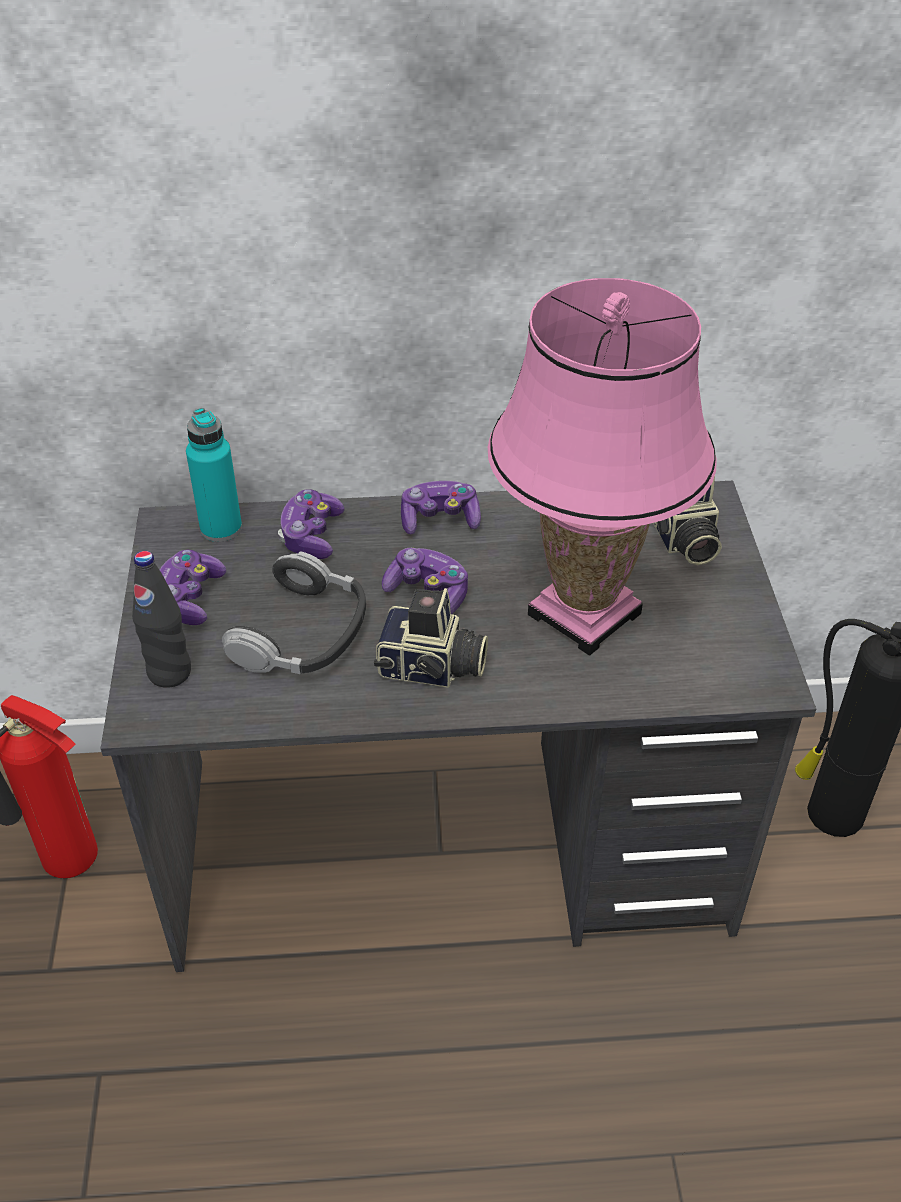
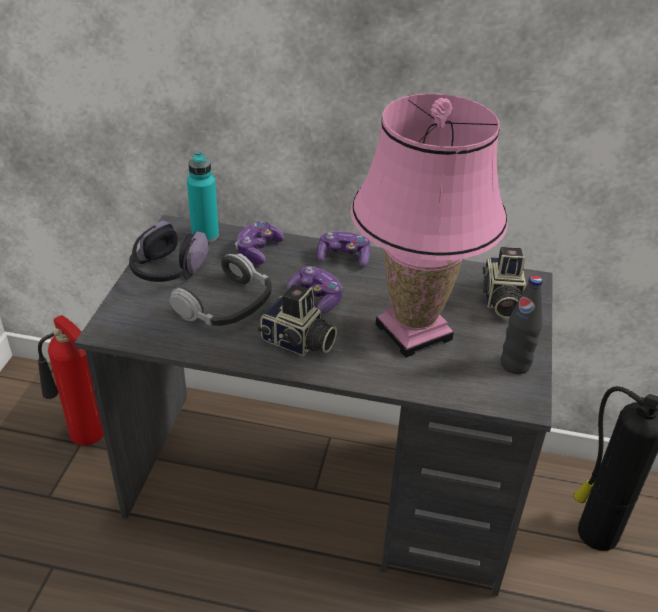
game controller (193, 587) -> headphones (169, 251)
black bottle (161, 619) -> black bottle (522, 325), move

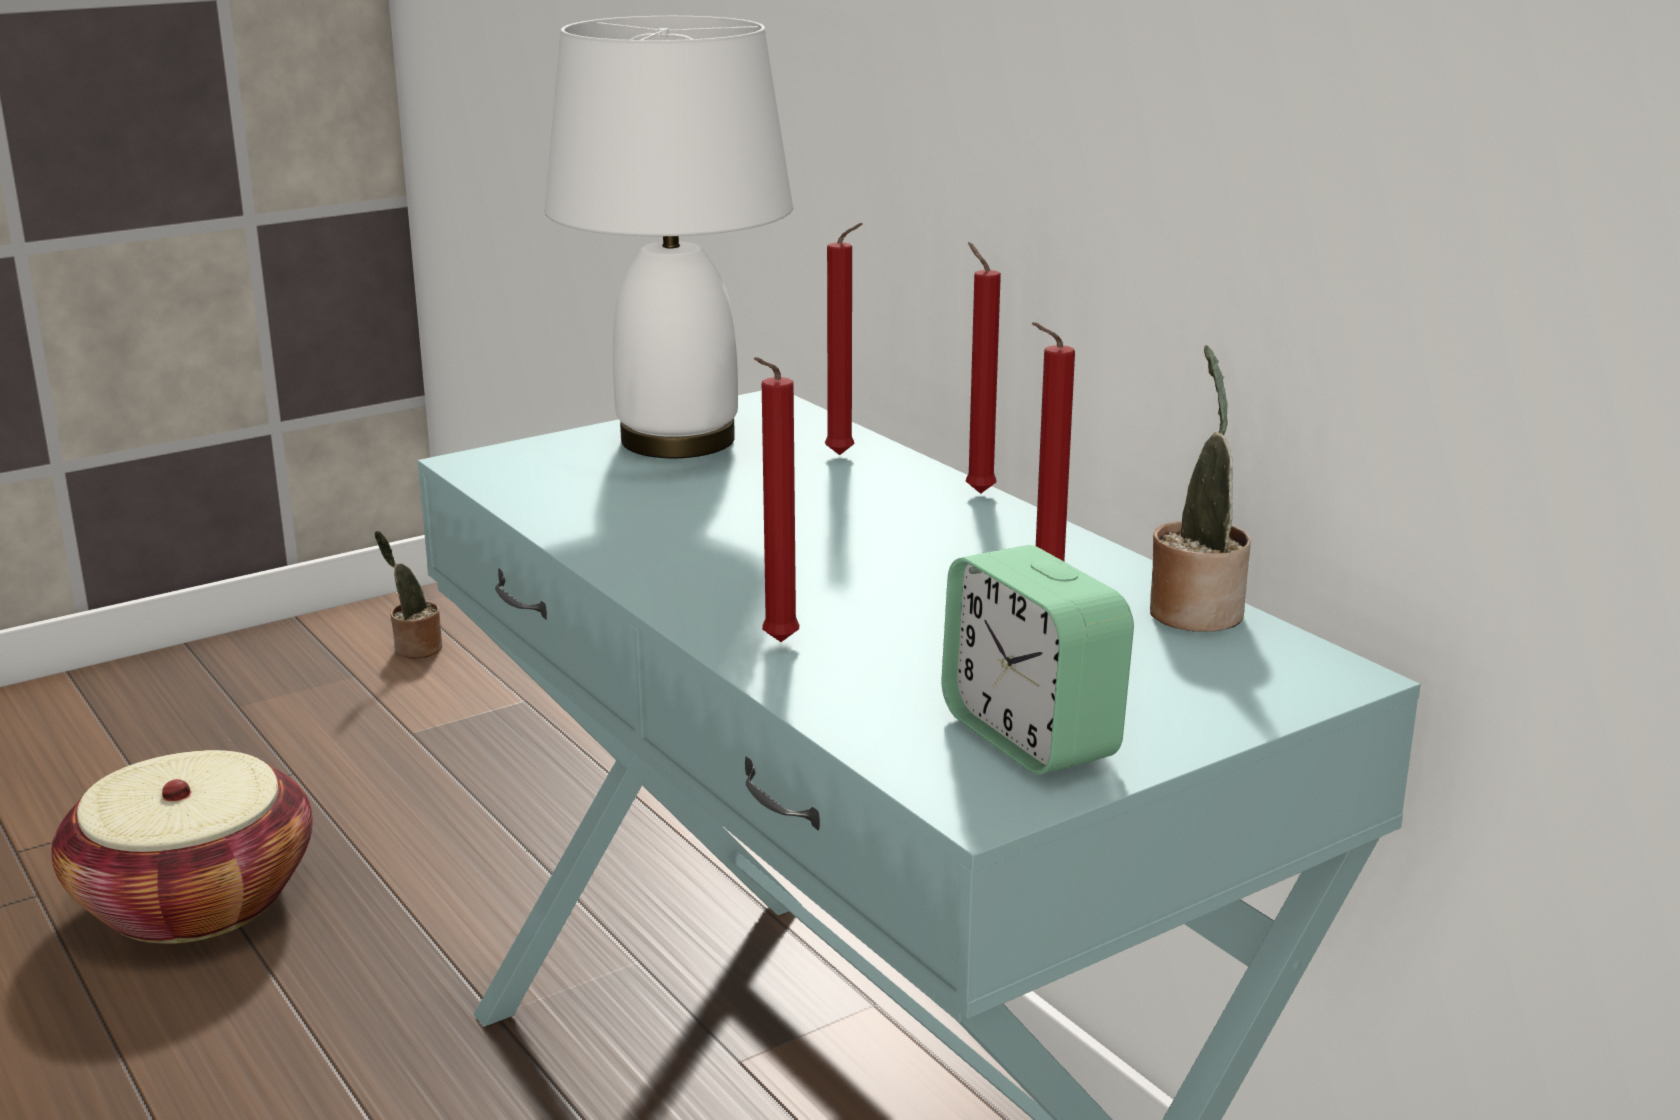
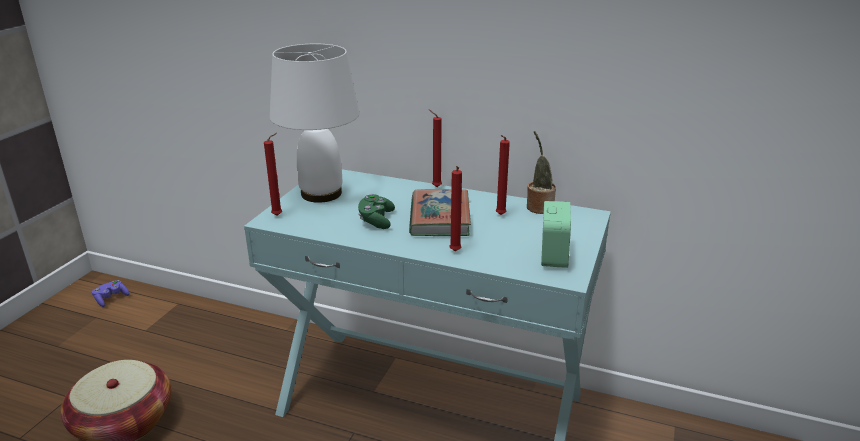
red candle (844, 339) -> red candle (273, 174), move
potted plant (409, 595) -> purple game controller (110, 293)
alarm clock (1038, 660) -> alarm clock (556, 234), 105 degrees counterclockwise
none -> book (440, 212)
none -> green game controller (376, 211)

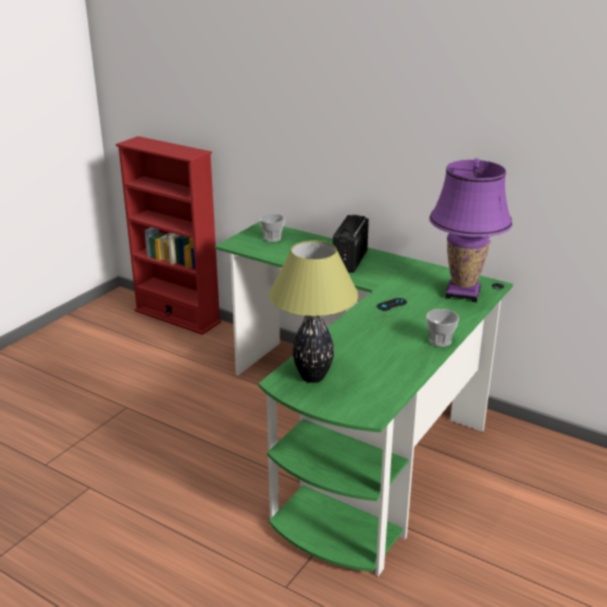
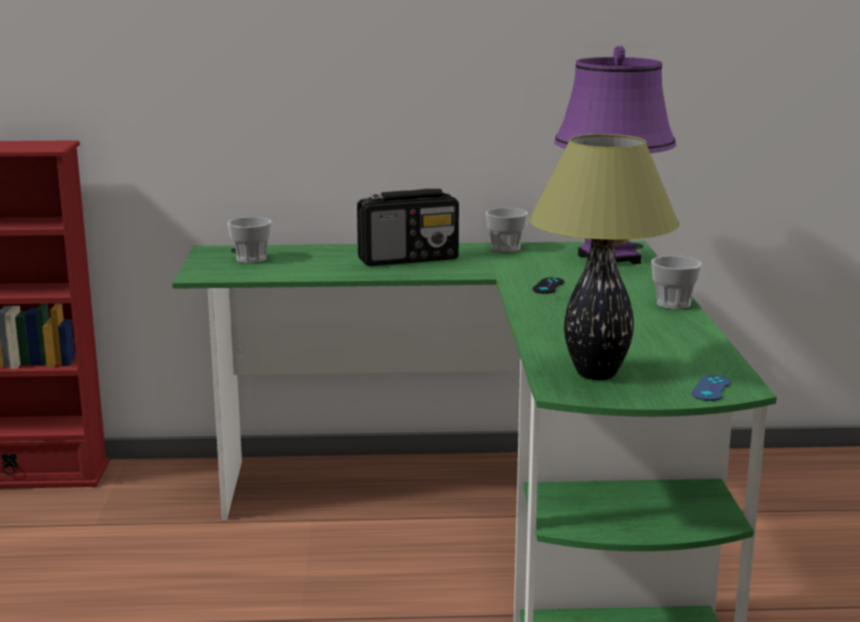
radio (351, 244) -> radio (408, 227), 90 degrees counterclockwise
none -> cup (507, 230)
none -> blue game controller (711, 388)

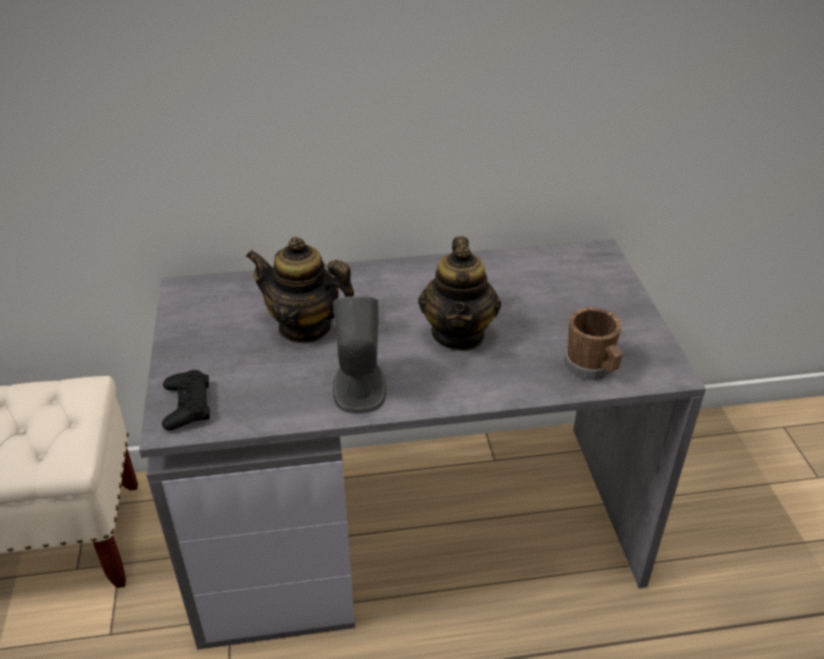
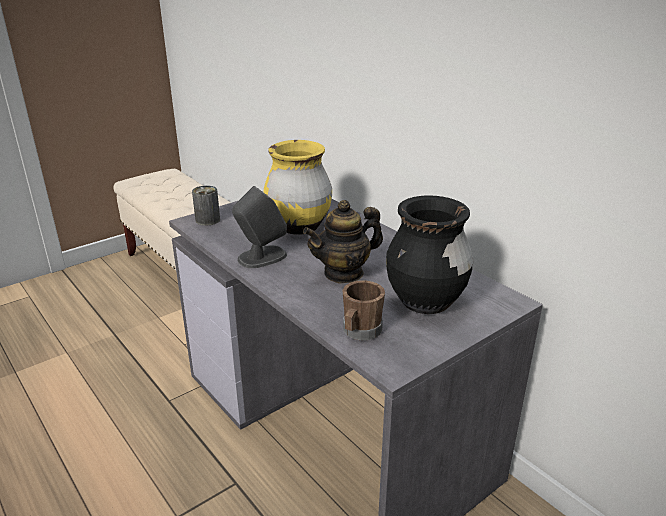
teapot (300, 290) -> yellow vase (298, 187)
black game controller (186, 400) -> can (206, 205)
none -> black vase (429, 255)

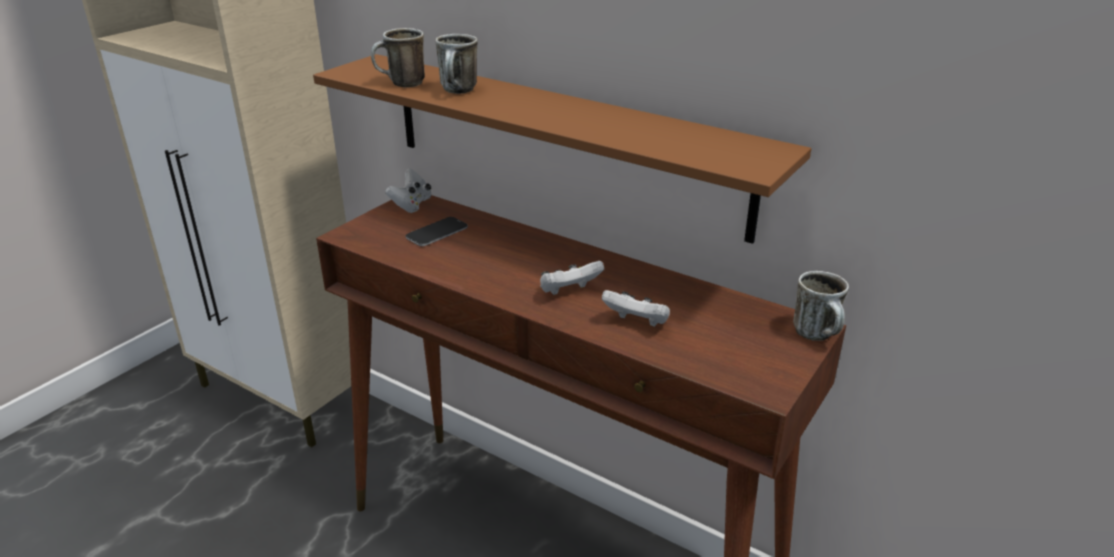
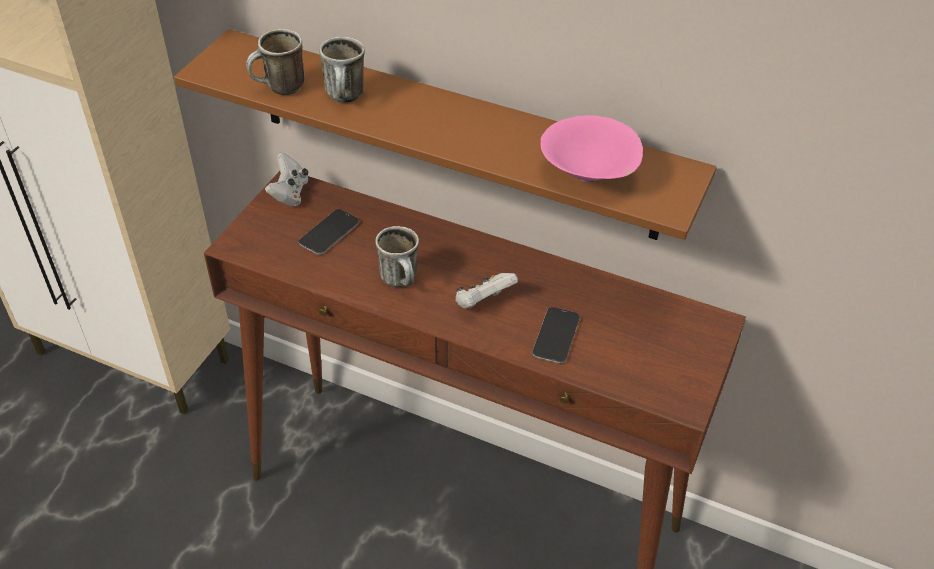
mug (821, 306) -> mug (397, 256), move
white game controller (636, 308) -> phone (556, 335)
none -> pink bowl (592, 148)

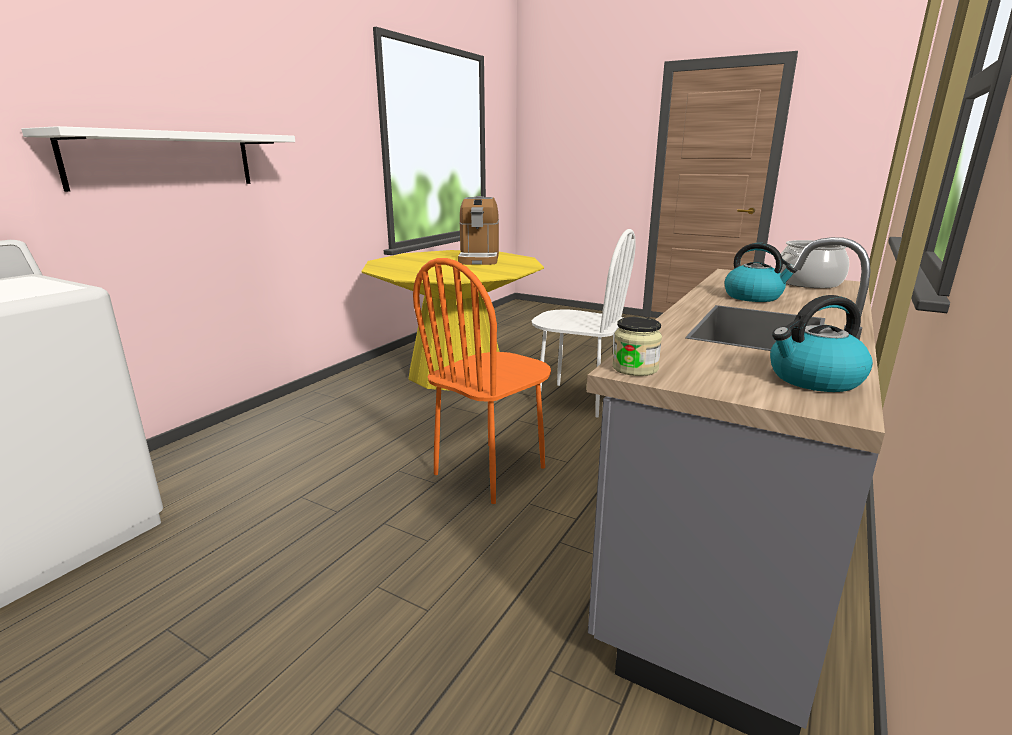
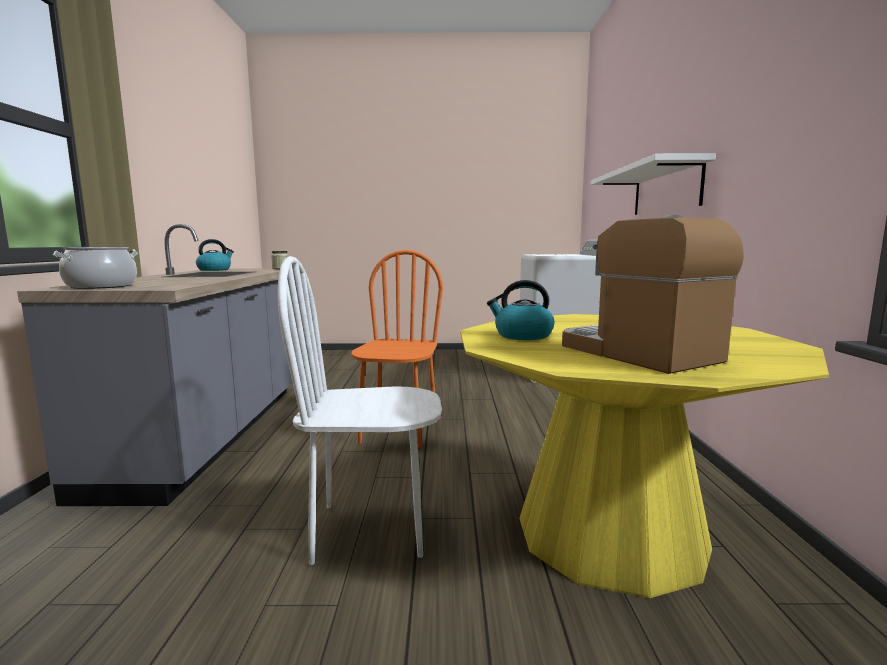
kettle (760, 272) -> kettle (521, 310), move

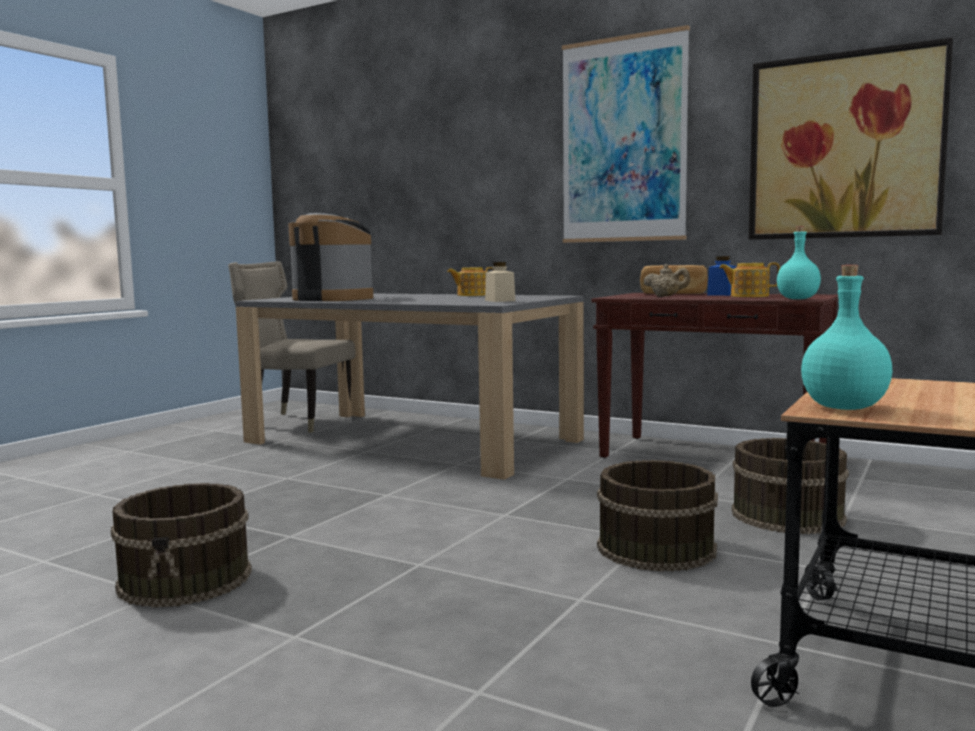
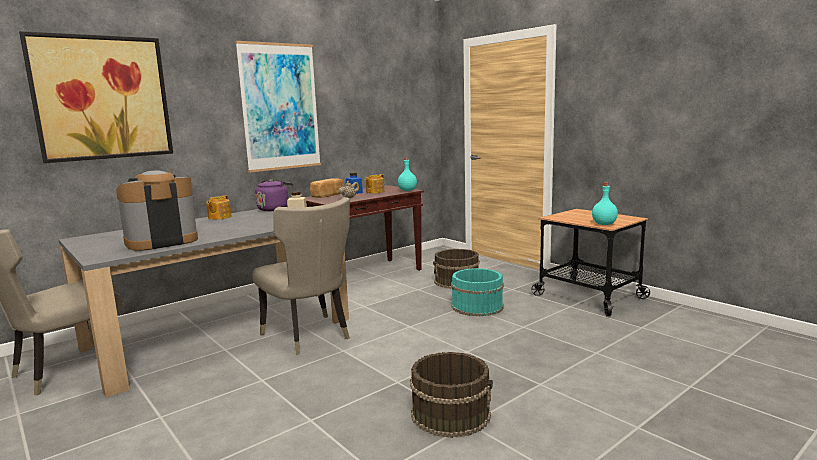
picture (851, 138) -> picture (96, 97), move
brown bucket (657, 516) -> turquoise bucket (477, 292)
none -> purple kettle (274, 195)
none -> beige chair (301, 276)

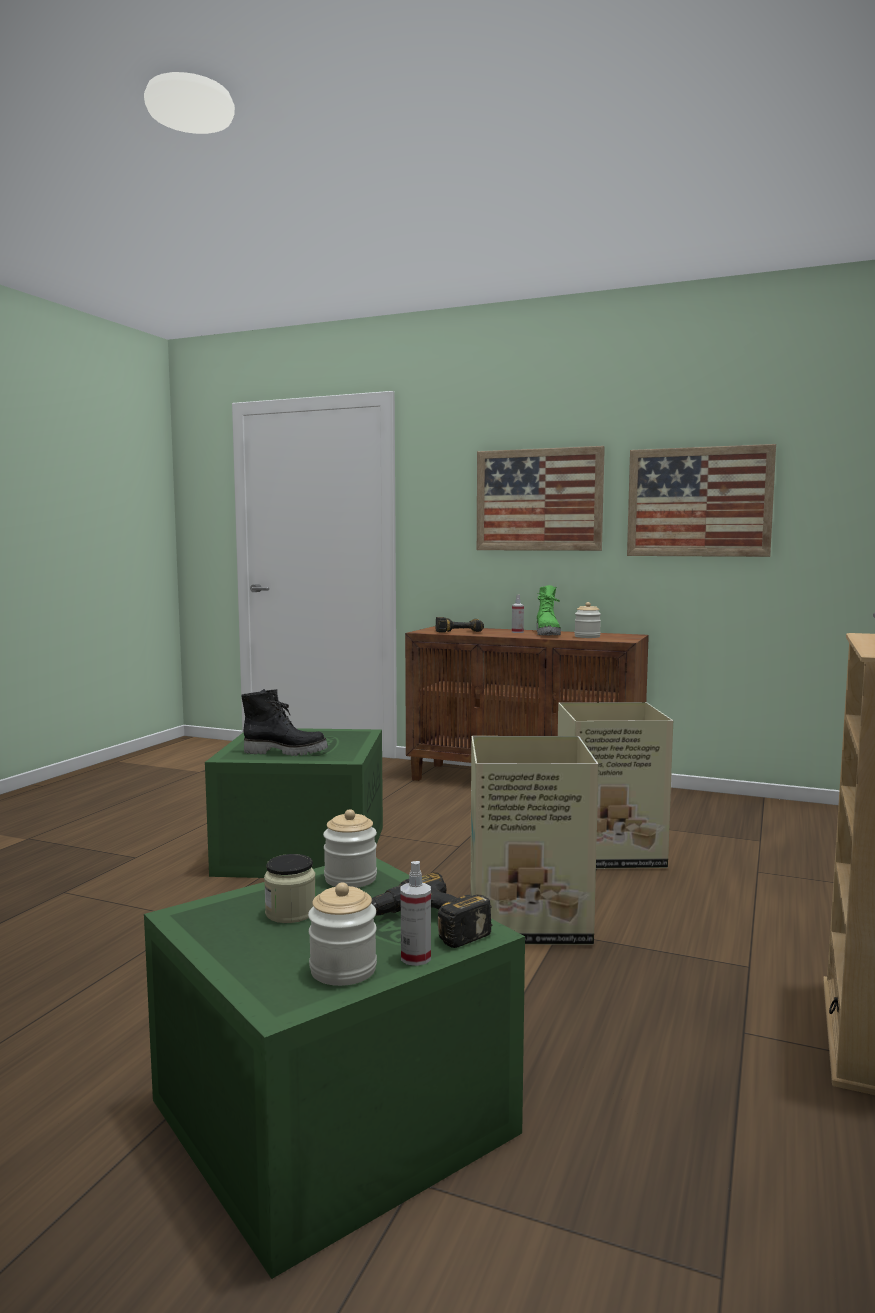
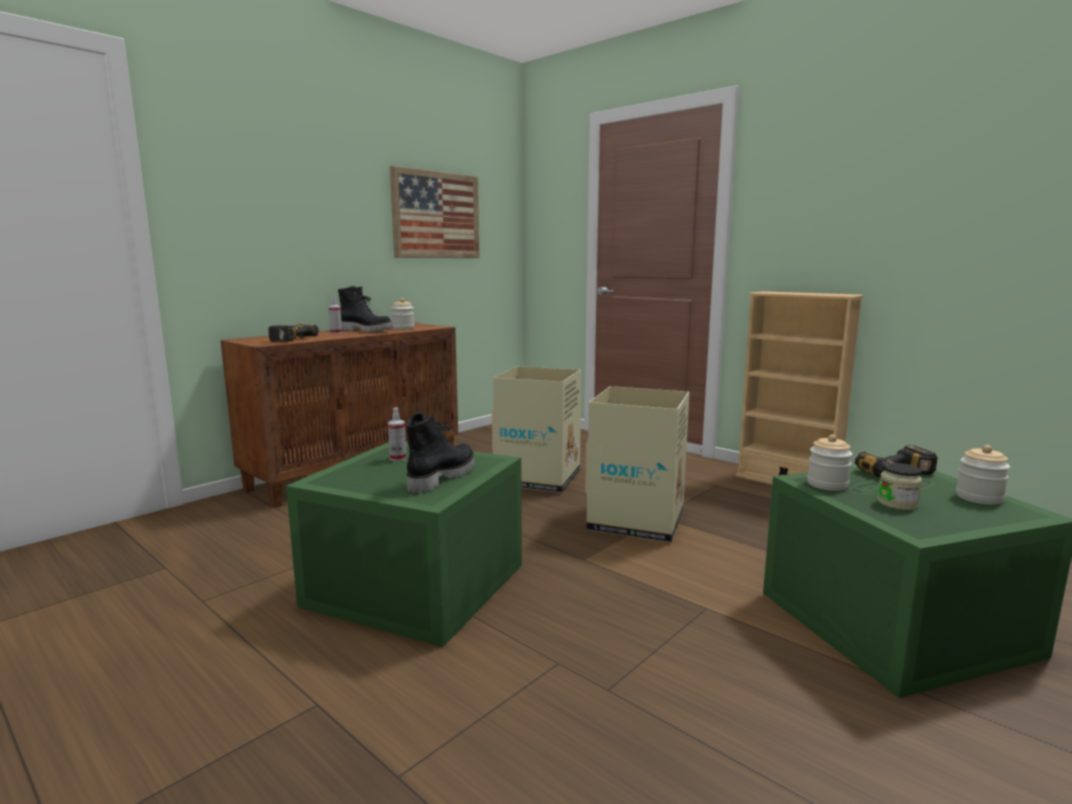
picture (541, 498) -> none
green boot (549, 610) -> black boot (365, 309)
spray bottle (416, 913) -> spray bottle (397, 434), move

